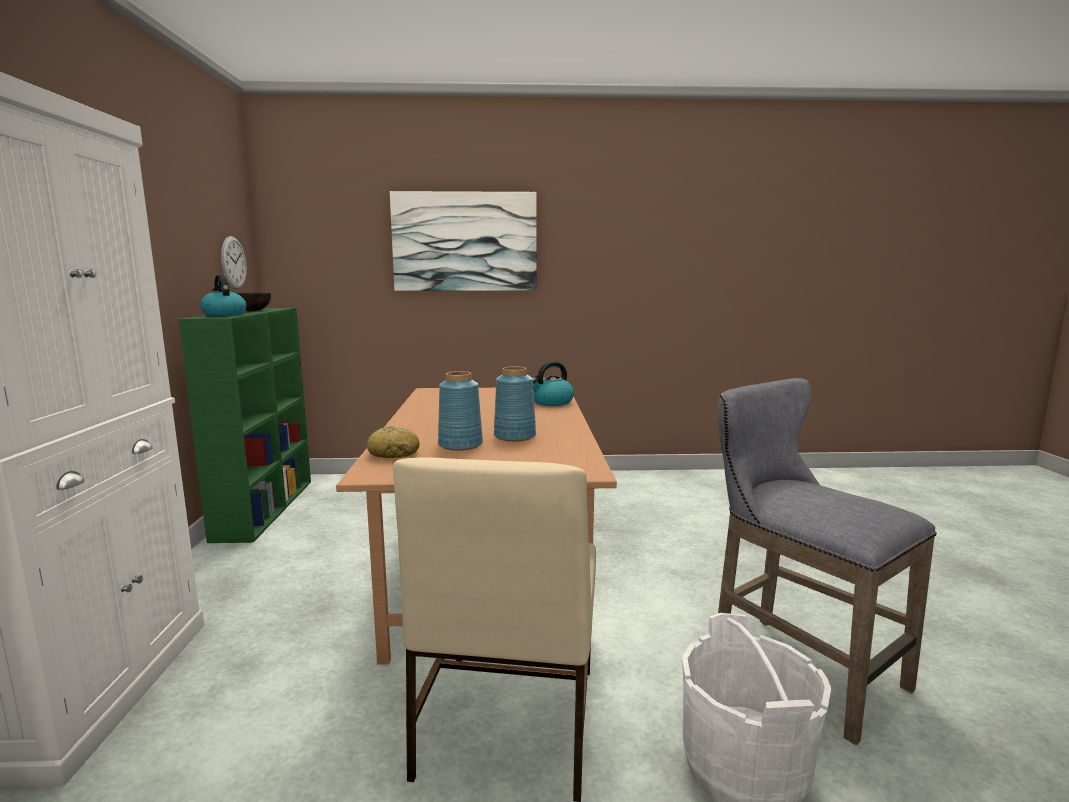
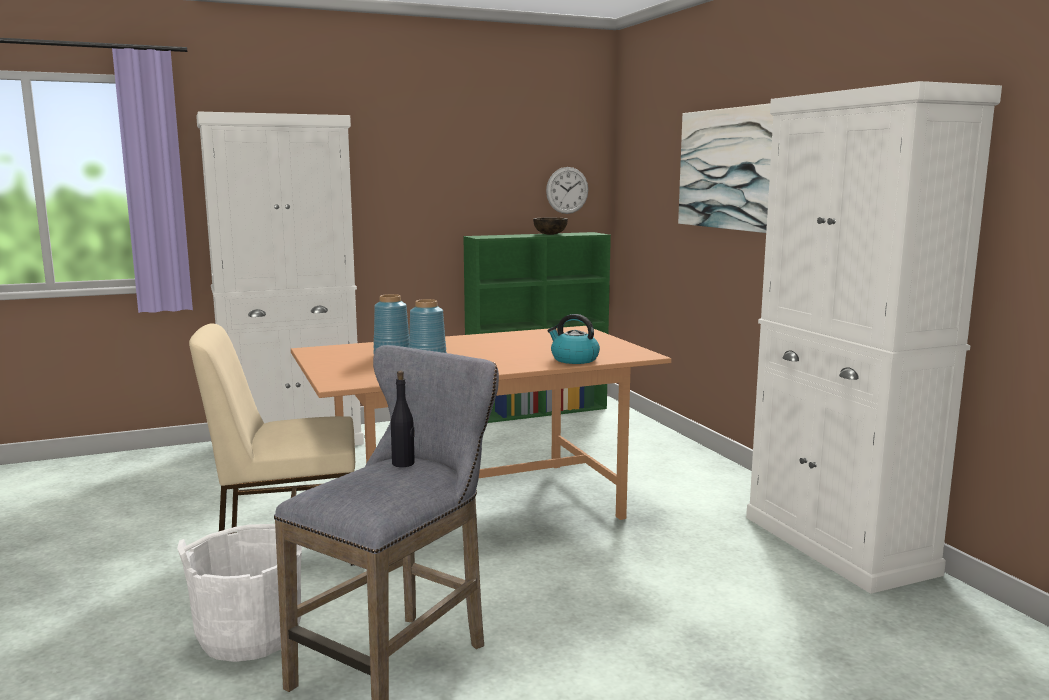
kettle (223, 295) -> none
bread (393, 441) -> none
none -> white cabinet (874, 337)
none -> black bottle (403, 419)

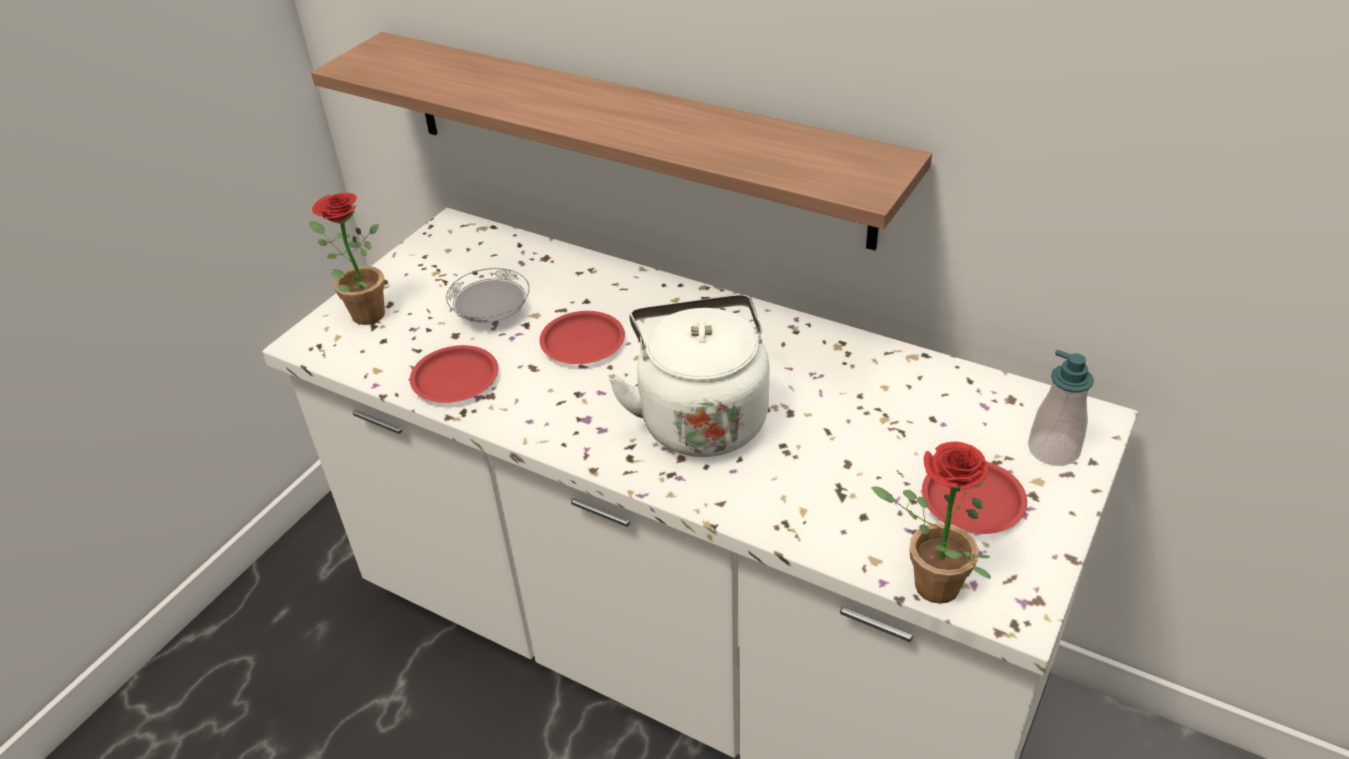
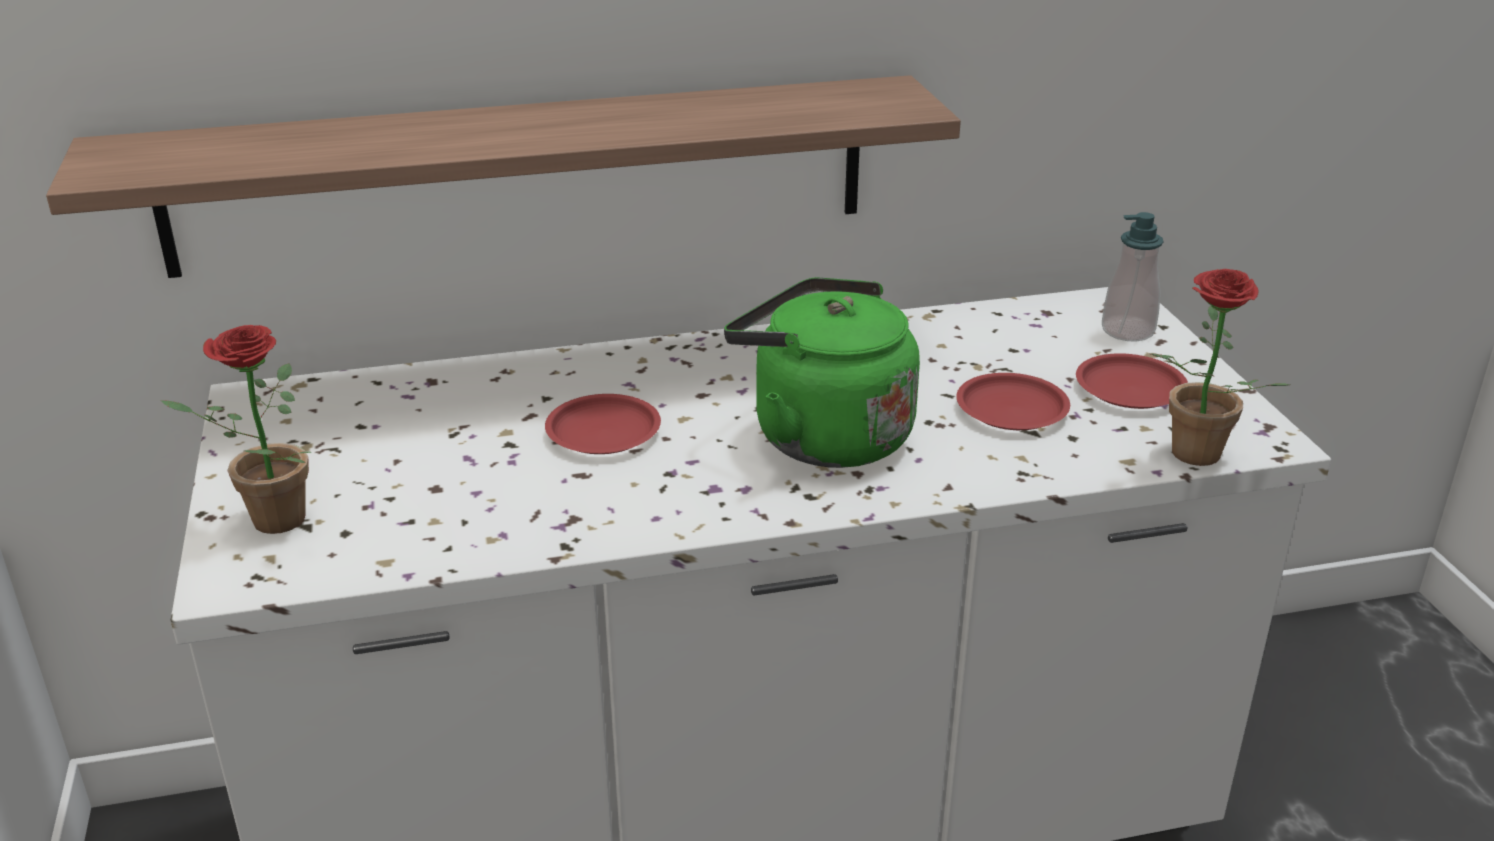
grey plate (488, 295) -> none
white kettle (688, 376) -> green kettle (822, 372)
red plate (454, 374) -> red plate (1013, 401), move

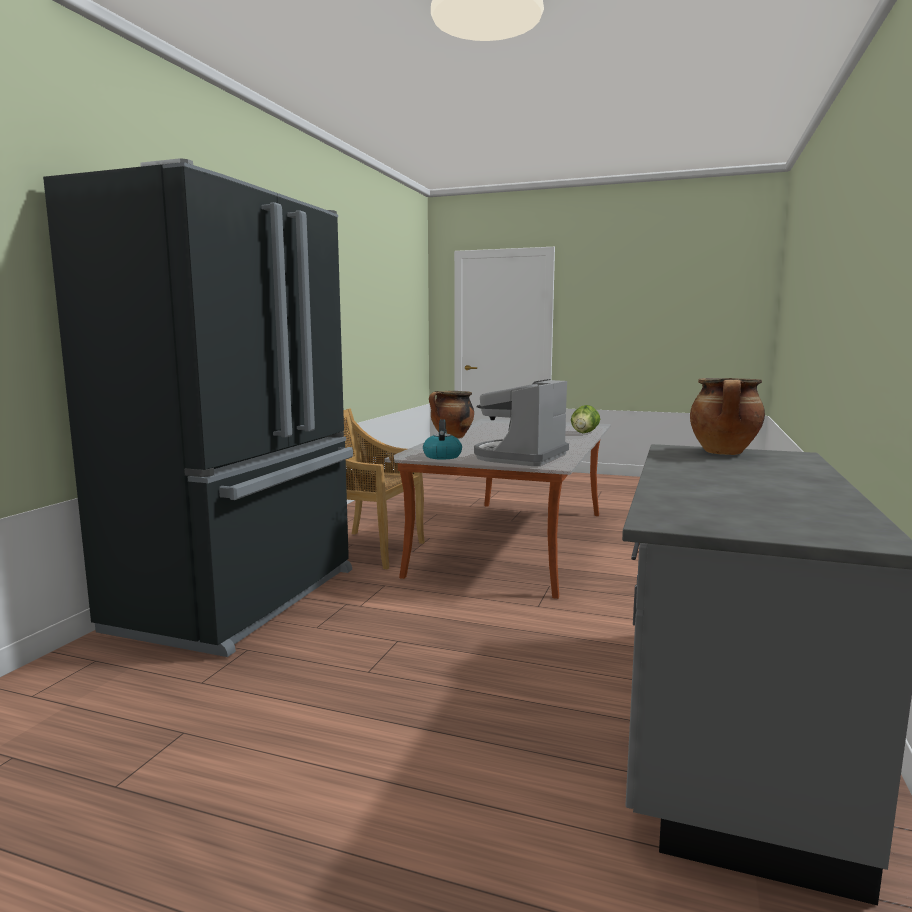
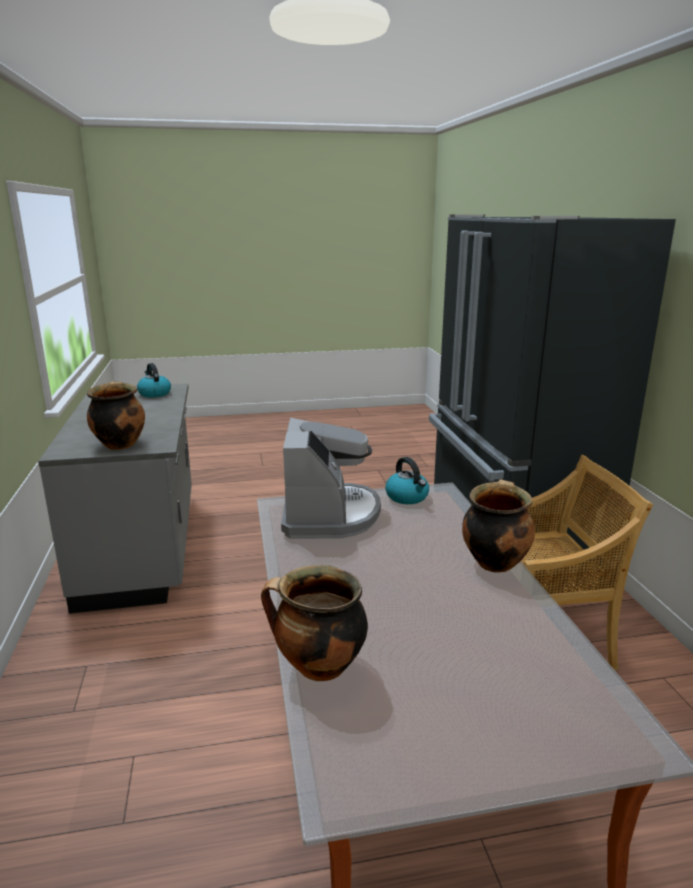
lettuce (585, 419) -> cooking pot (314, 623)
none -> kettle (154, 380)

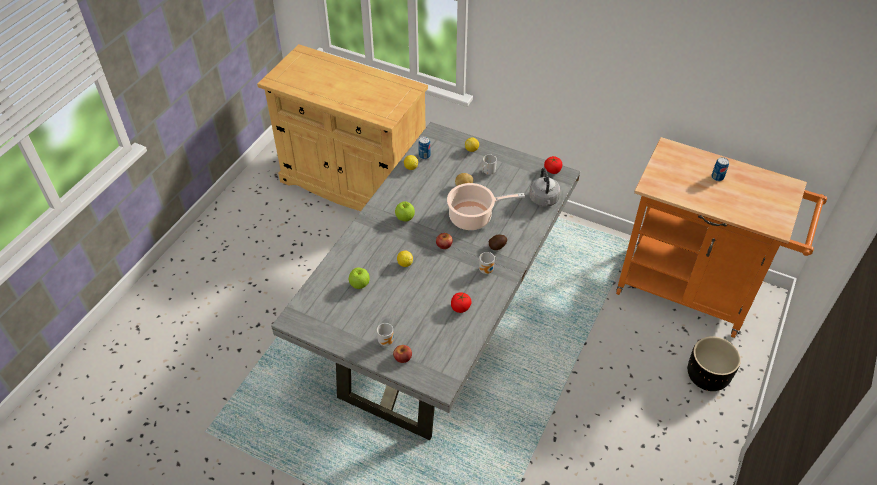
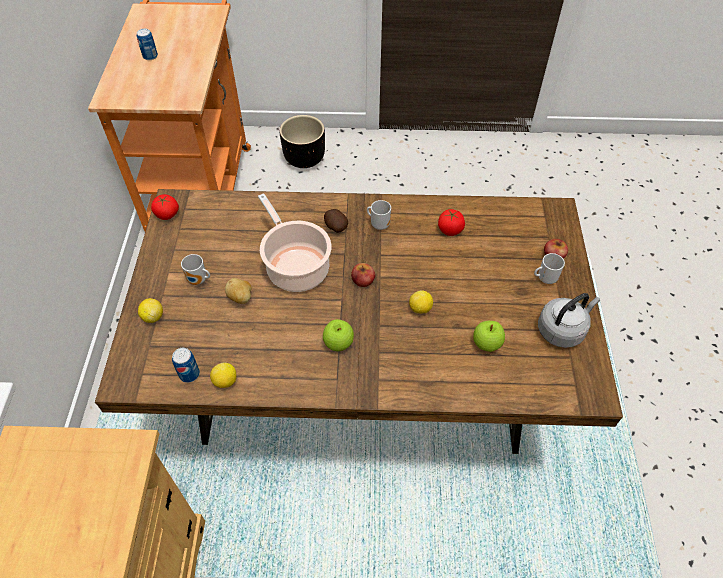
grey dining table (425, 281) -> brown dining table (359, 321)
grey kettle (544, 187) -> grey kettle (569, 320), move

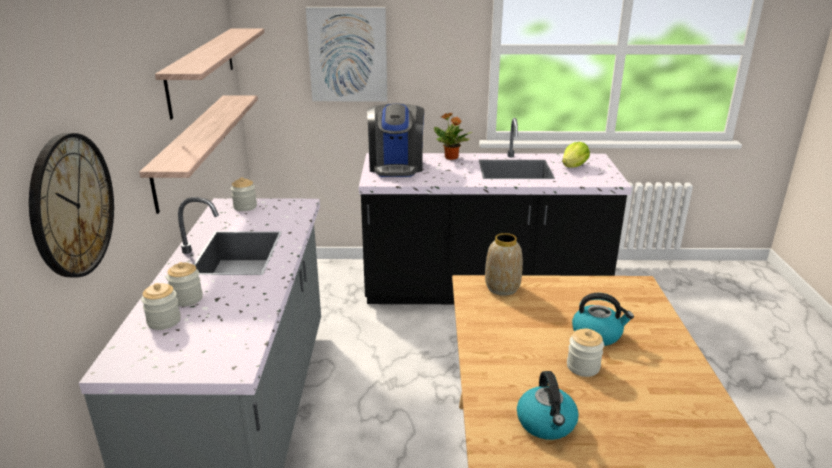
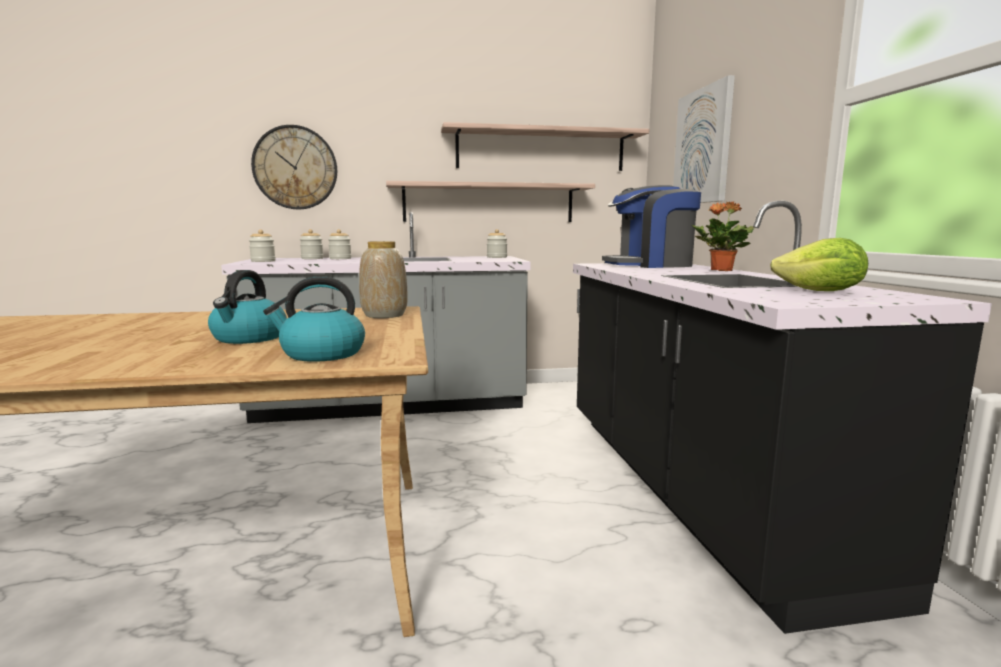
jar (585, 353) -> jar (262, 245), move
kettle (548, 405) -> kettle (314, 319), move

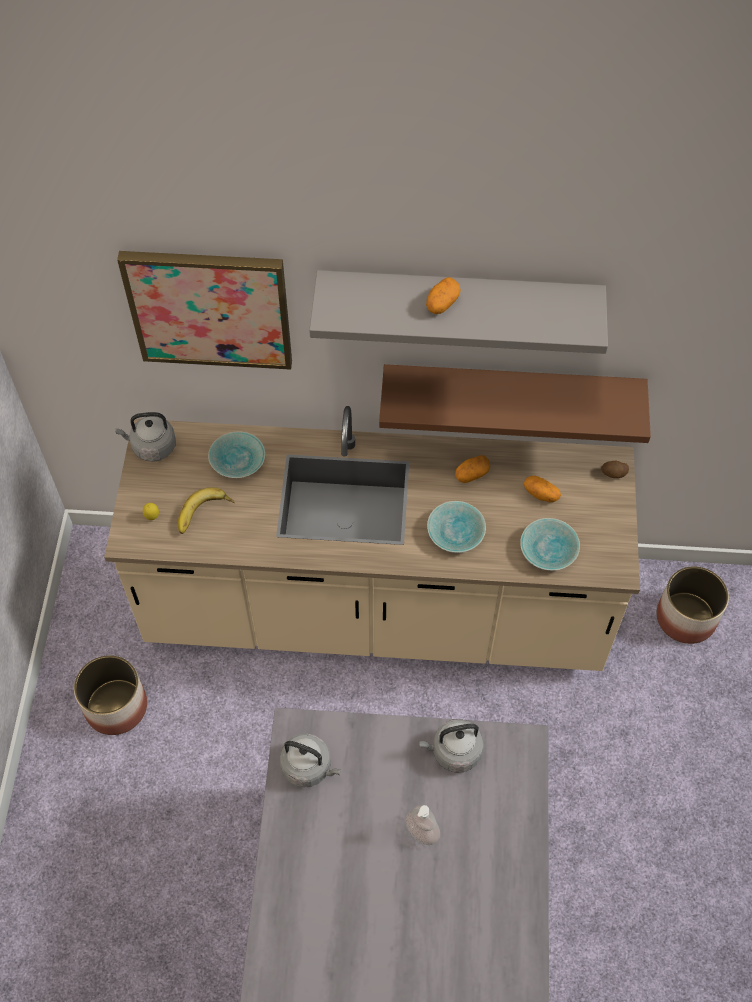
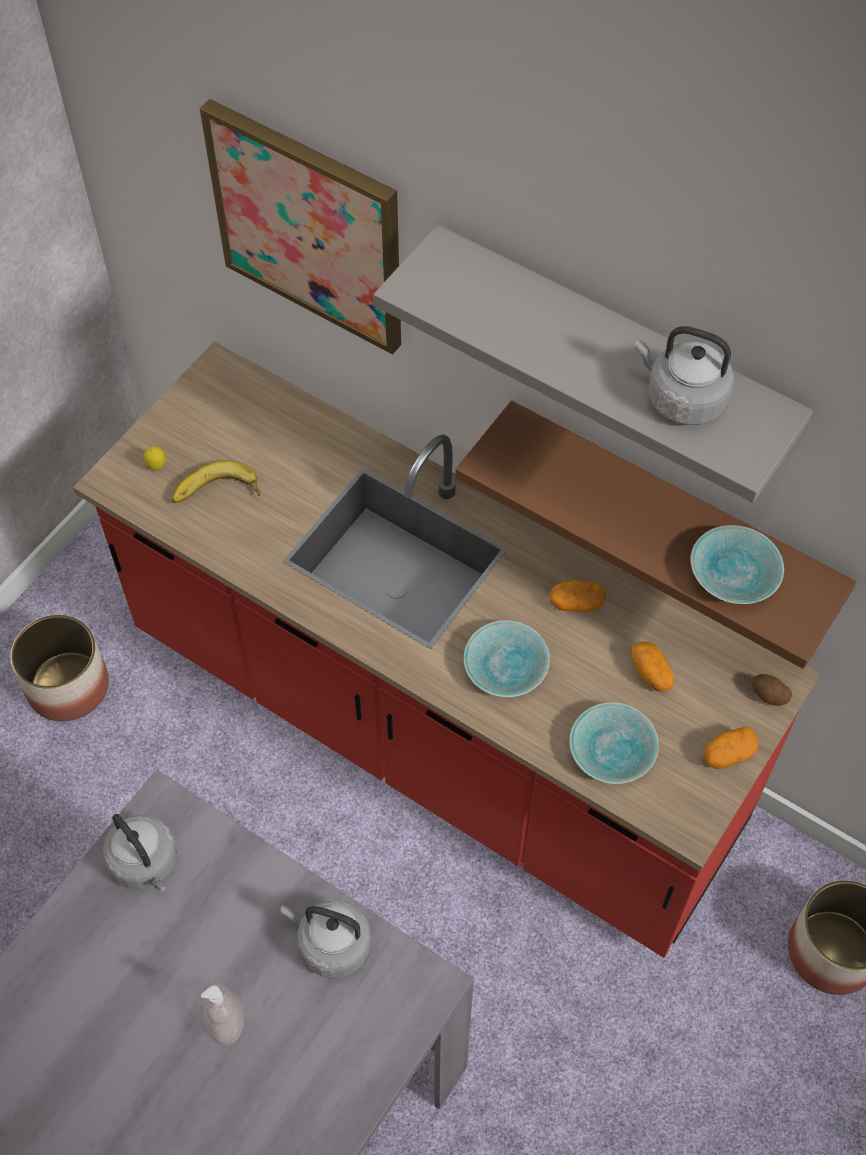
potato (443, 295) -> potato (731, 748), move
beige counter (372, 538) -> red counter (446, 649)
grey kettle (145, 437) -> grey kettle (684, 375), move
turquoise bowl (237, 454) -> turquoise bowl (737, 564), move

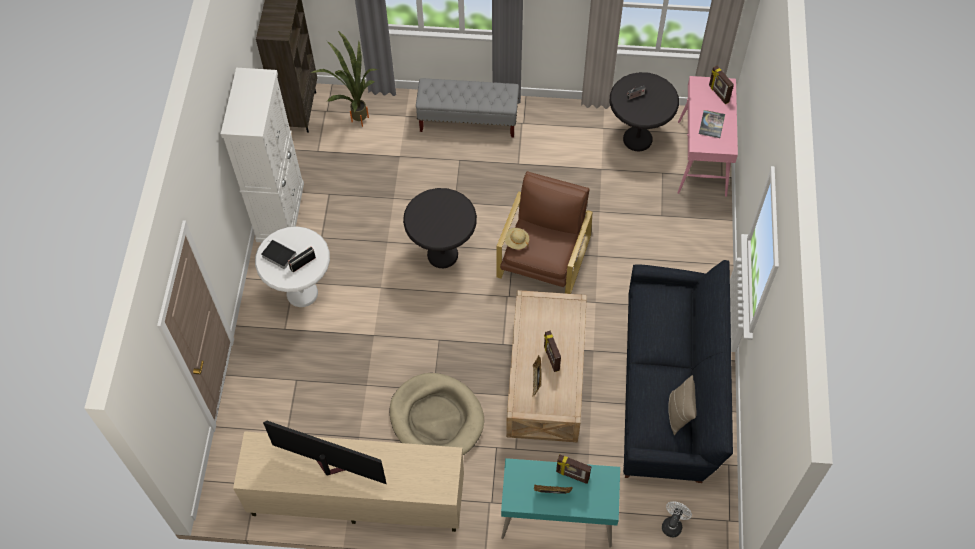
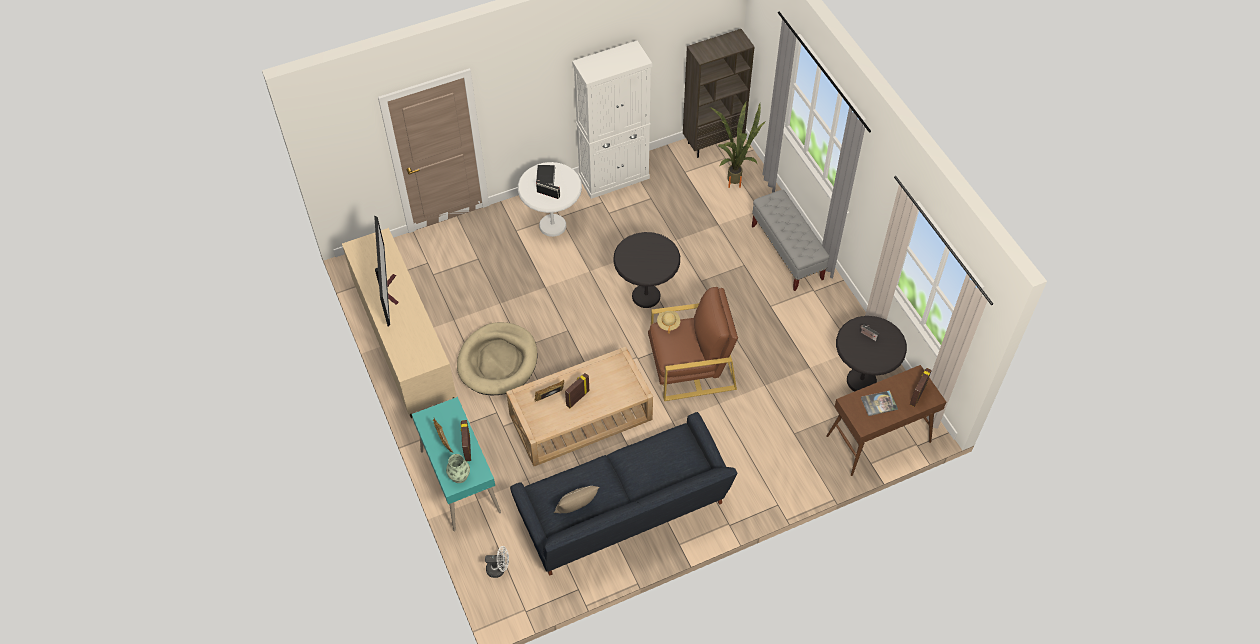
pink console table (707, 136) -> brown console table (886, 420)
none -> vase (458, 468)

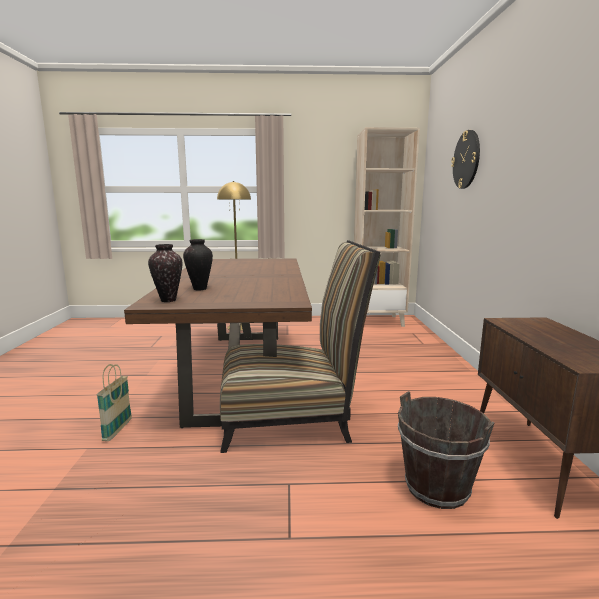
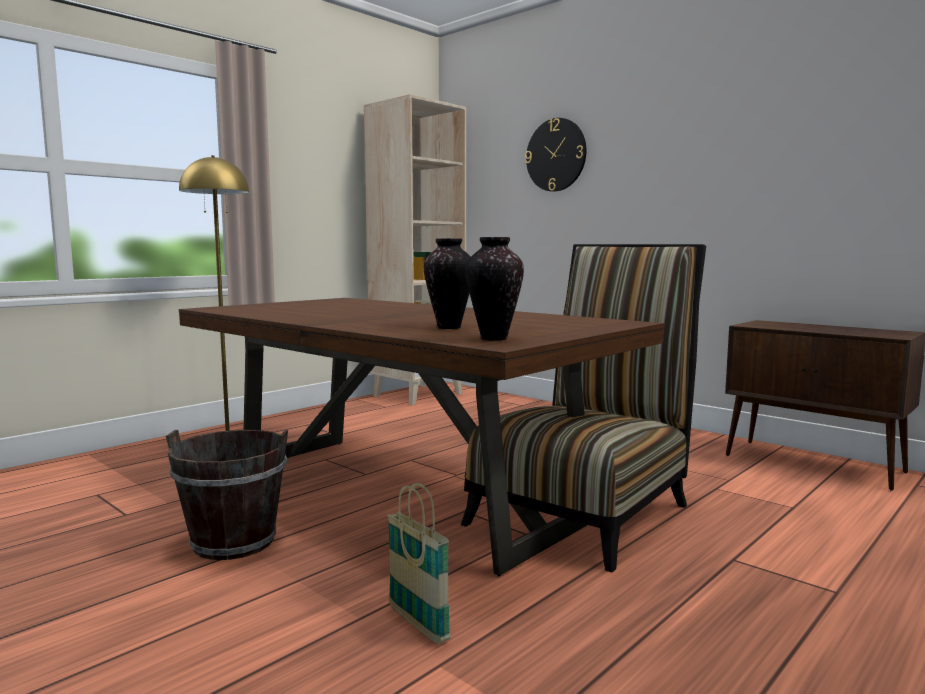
brown bucket (446, 450) -> brown bucket (227, 495), move

